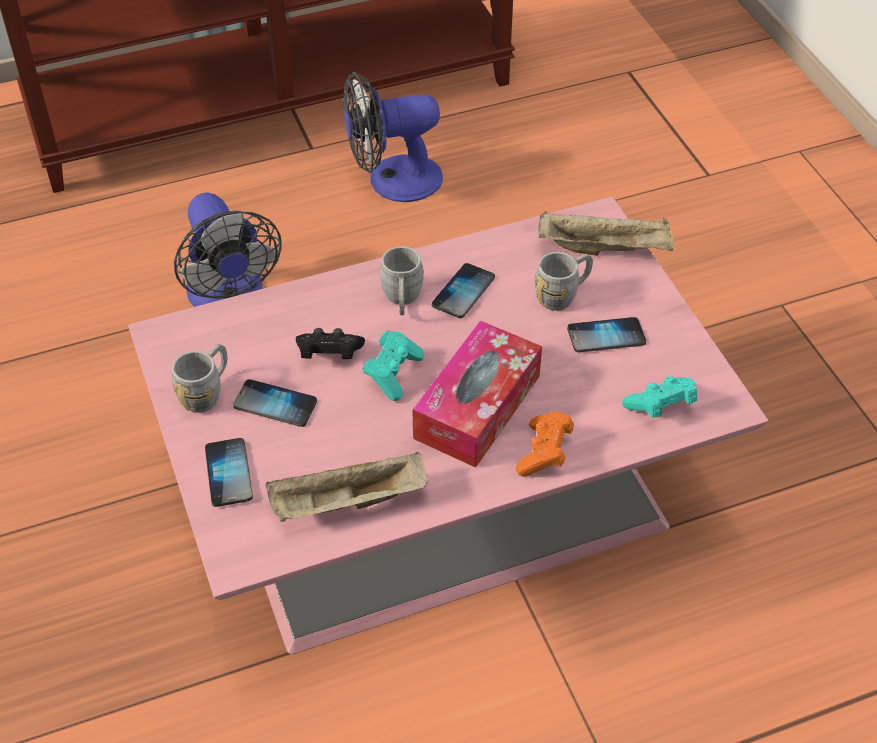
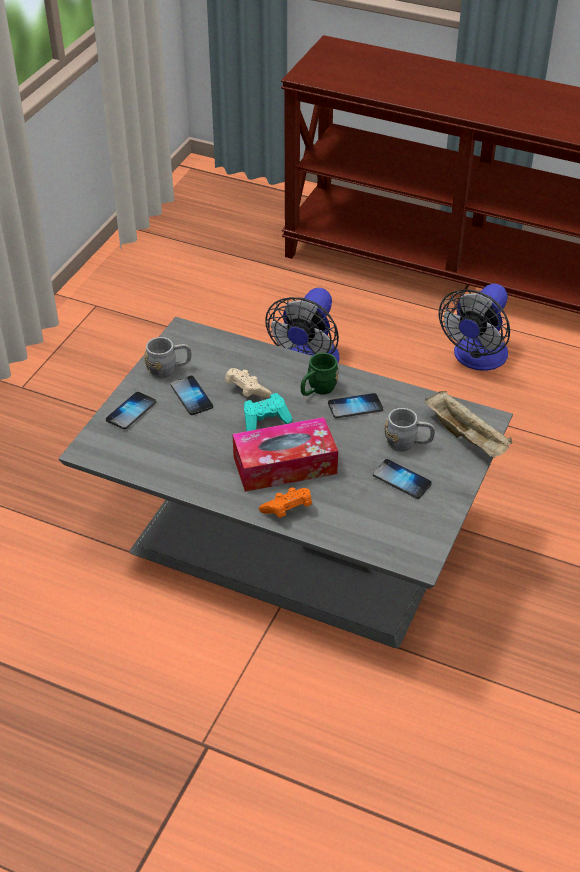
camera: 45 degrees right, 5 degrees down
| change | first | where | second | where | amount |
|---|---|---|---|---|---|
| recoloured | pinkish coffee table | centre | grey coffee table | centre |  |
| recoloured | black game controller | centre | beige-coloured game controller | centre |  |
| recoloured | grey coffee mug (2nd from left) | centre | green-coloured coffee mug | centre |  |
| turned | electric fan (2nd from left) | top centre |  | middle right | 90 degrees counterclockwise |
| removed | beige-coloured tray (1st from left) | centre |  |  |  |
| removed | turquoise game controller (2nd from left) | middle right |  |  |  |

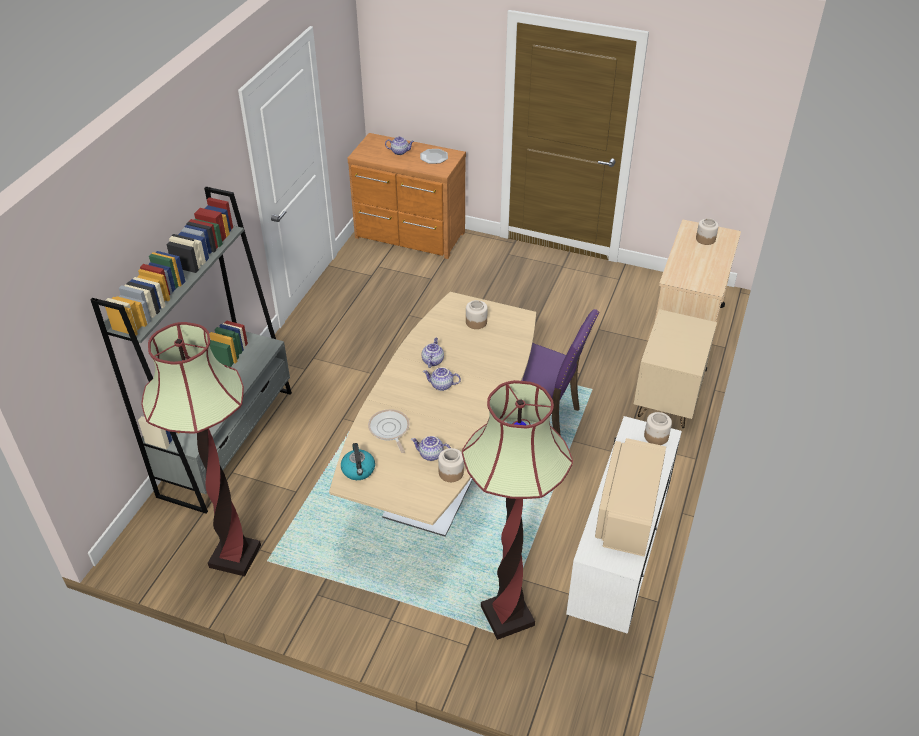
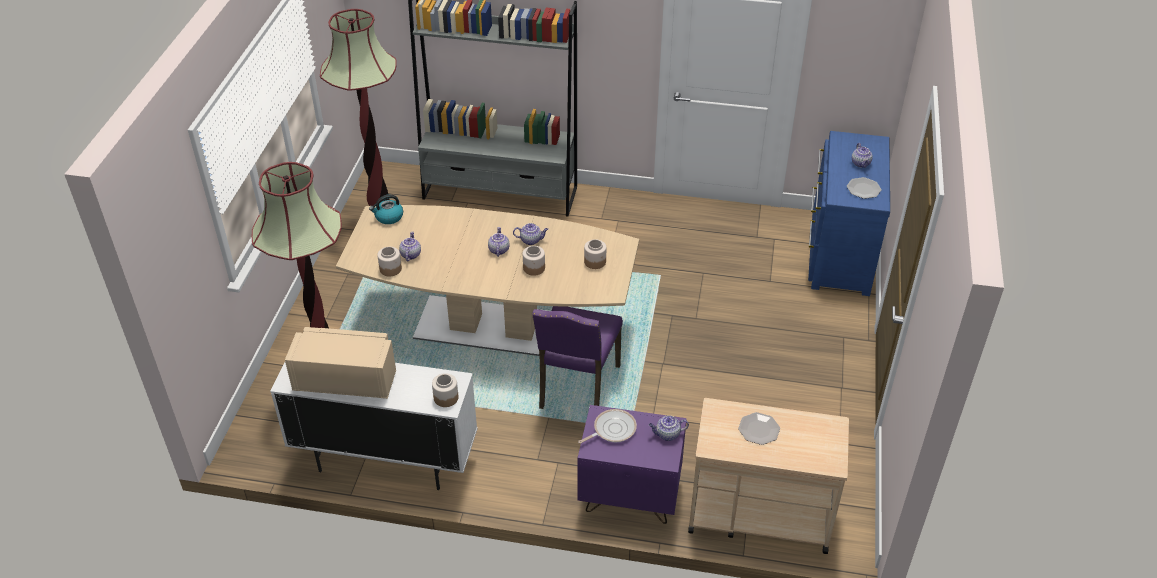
camera: 80 degrees right, 0 degrees up
| change | first | where | second | where | amount |
|---|---|---|---|---|---|
| moved | preserve jar (4th from left in the first image) | top right | preserve jar (3rd from left) | centre |  |
| recoloured | beige-coloured night table | middle right | purple-coloured night table | bottom centre |  |
| moved | pan | centre |  | bottom centre |  |
| added |  |  | tea pot (4th from left) | bottom centre |  |
| added |  |  | flat dish (1st from left) | bottom centre |  |
| recoloured | brown-coloured drawer chest | top centre | bluish drawer chest | middle right |  |

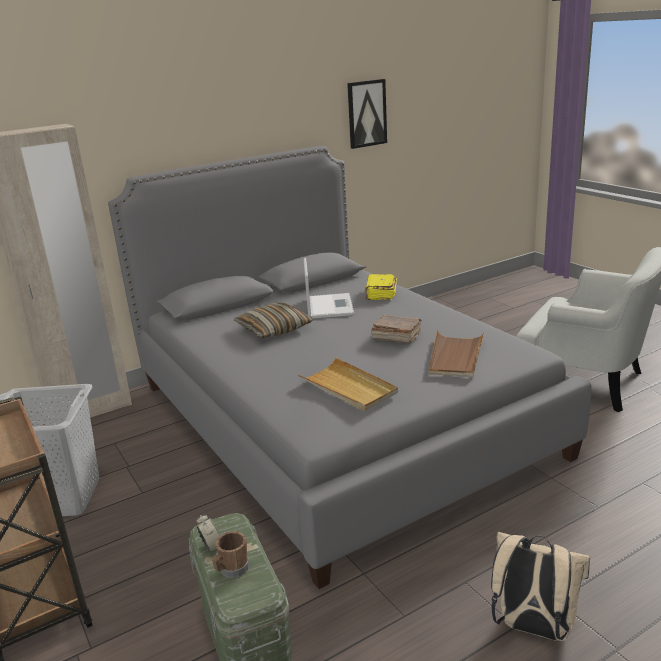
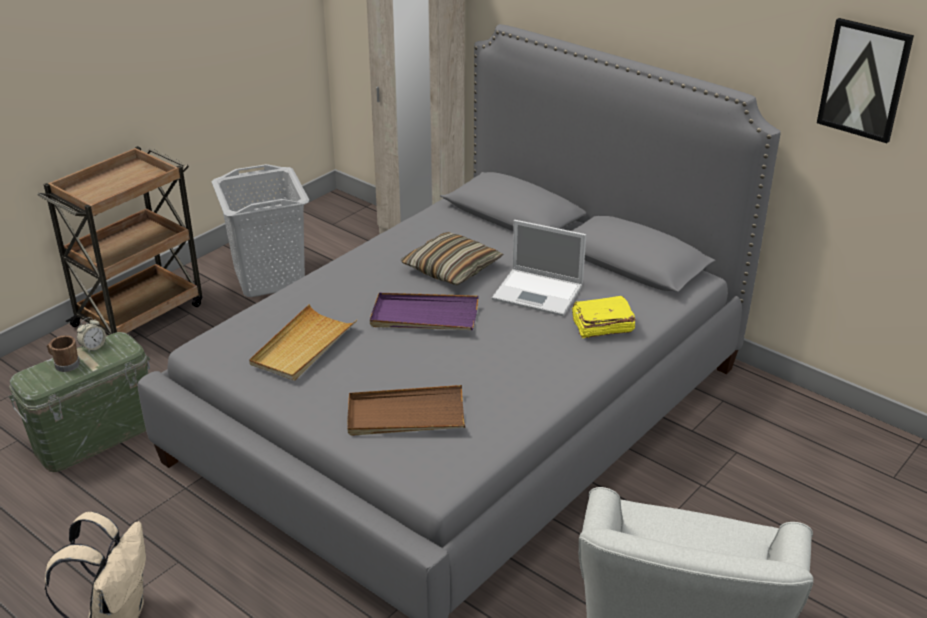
camera: 70 degrees right, 10 degrees up
| change | first | where | second | where | amount |
|---|---|---|---|---|---|
| added |  |  | purple-coloured tray | centre |  |
| turned | laptop | centre |  | centre | 45 degrees clockwise |
| removed | brown-coloured bound book | centre |  |  |  |

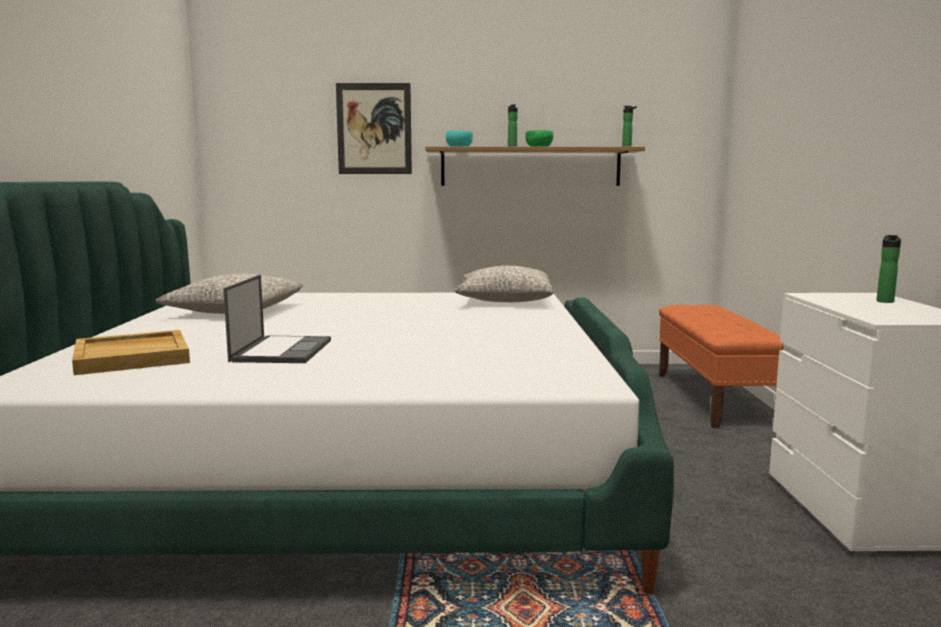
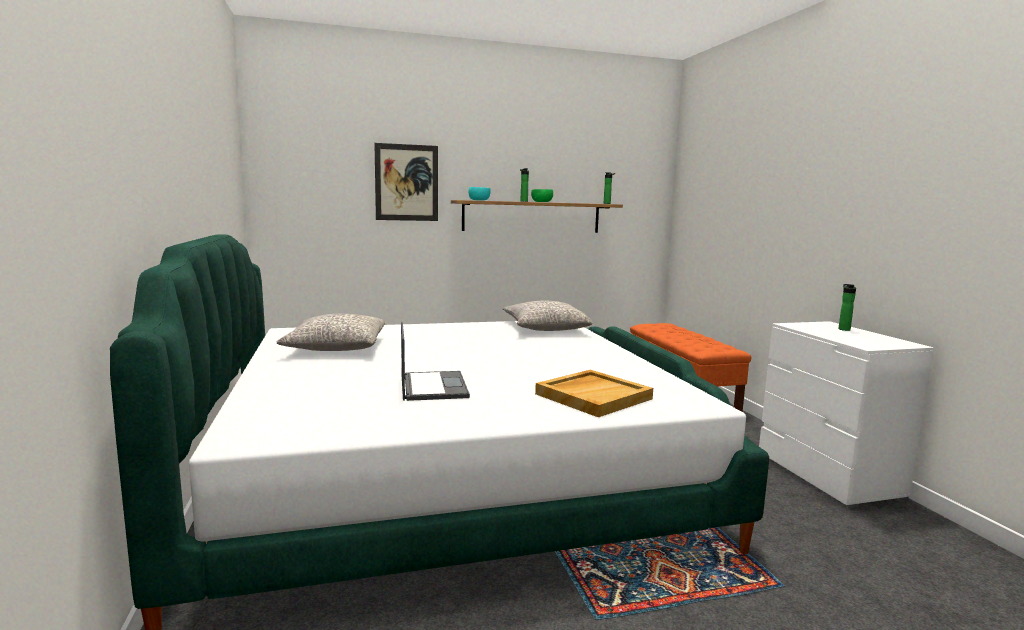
camera: 15 degrees left, 0 degrees up
| change | first | where | second | where | amount |
|---|---|---|---|---|---|
| moved | beige-coloured tray | middle left |  | centre |  |

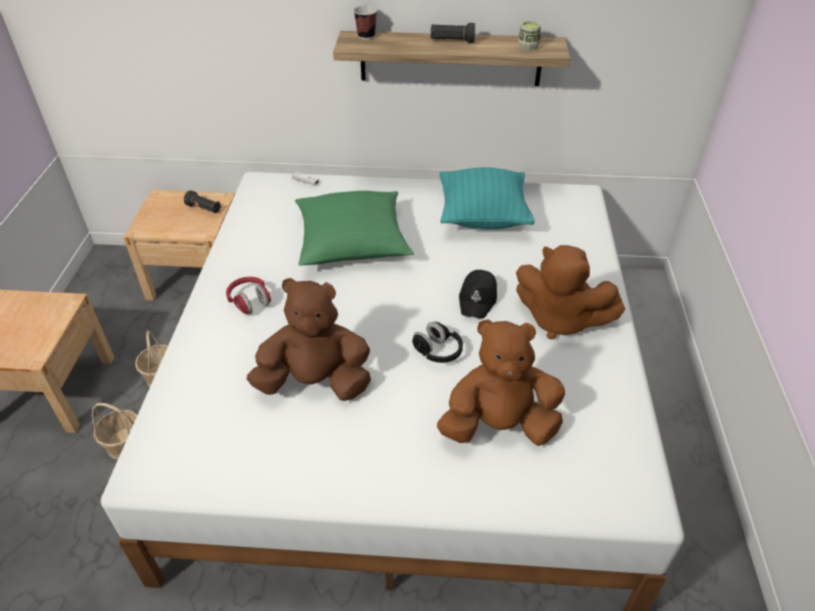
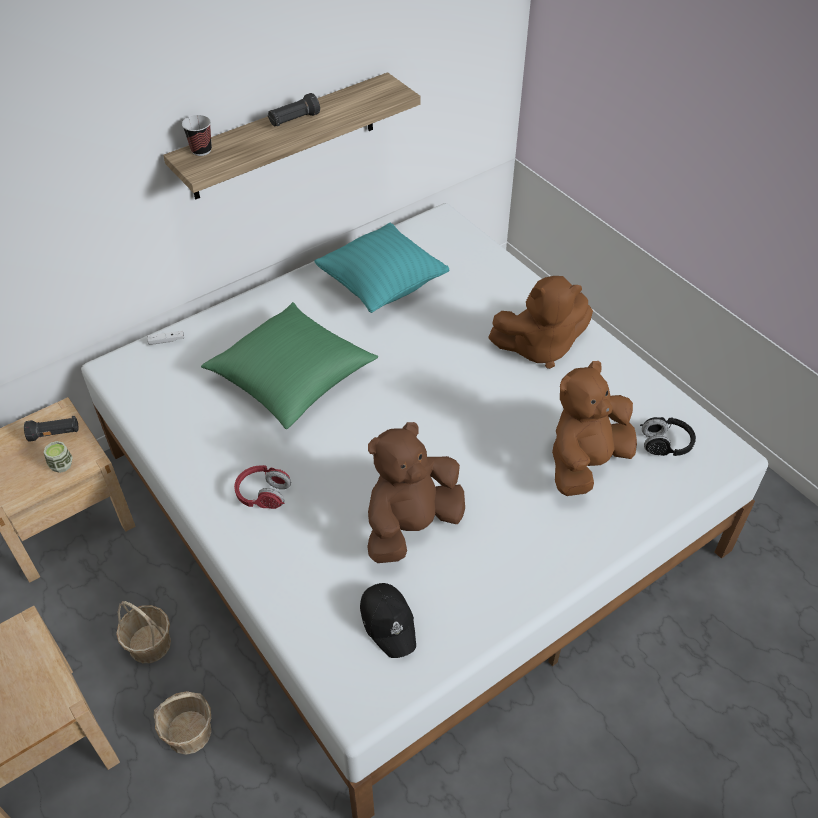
camera: 40 degrees left, 5 degrees up
| change | first | where | second | where | amount |
|---|---|---|---|---|---|
| moved | small cup (2nd from left in the first image) | top centre | small cup (1st from left) | middle left |  |
| moved | black peaked cap | centre |  | bottom centre |  |
| moved | black headset | centre |  | middle right |  |

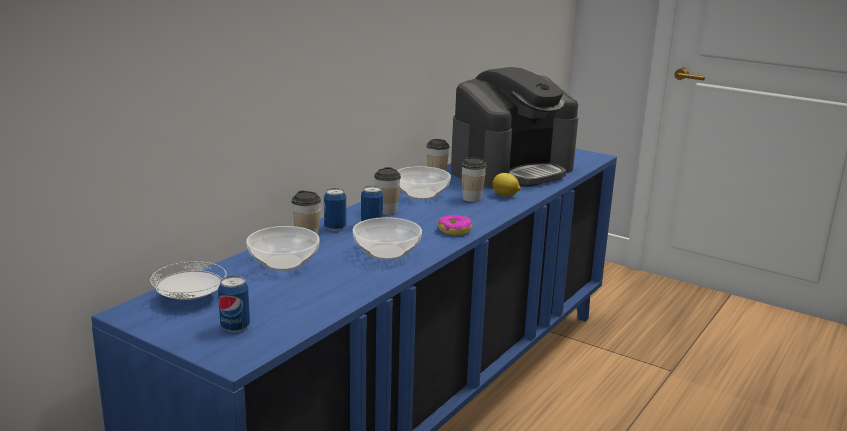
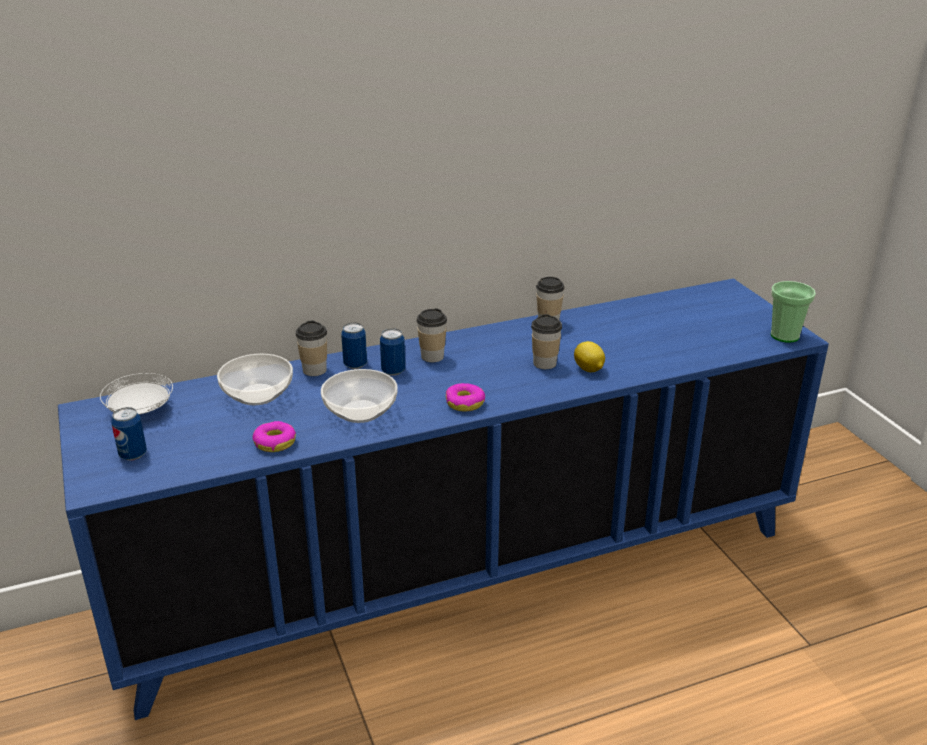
camera: 35 degrees right, 10 degrees up
| change | first | where | second | where | amount |
|---|---|---|---|---|---|
| added |  |  | ring doughnut (1st from left) | middle left |  |
| added |  |  | small cup (5th from left) | middle right |  |
| removed | bowl (3rd from left) | centre |  |  |  |
| removed | coffee brewer | top centre |  |  |  |

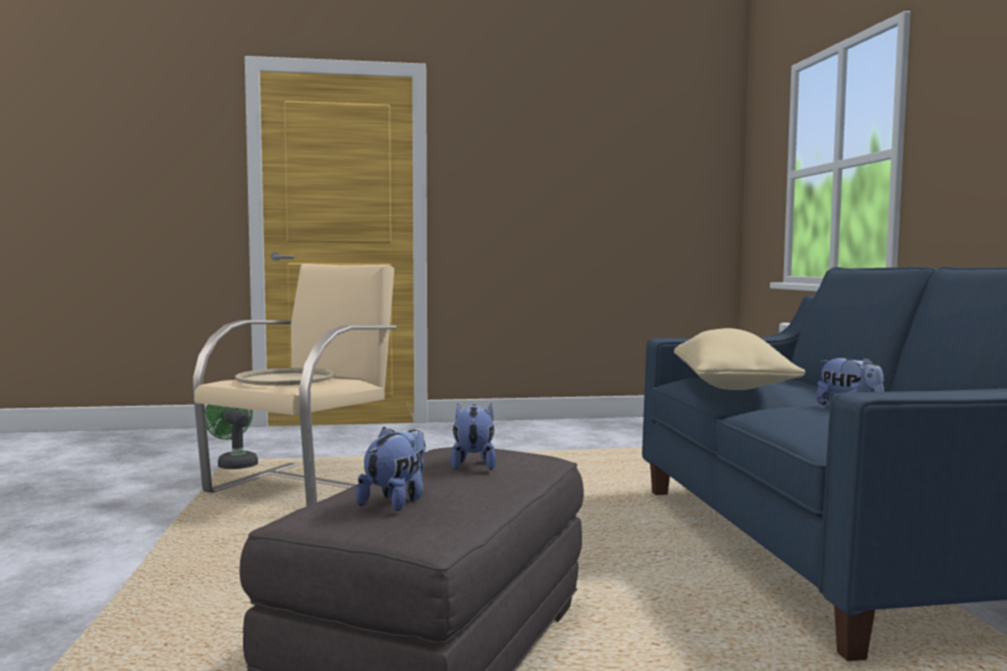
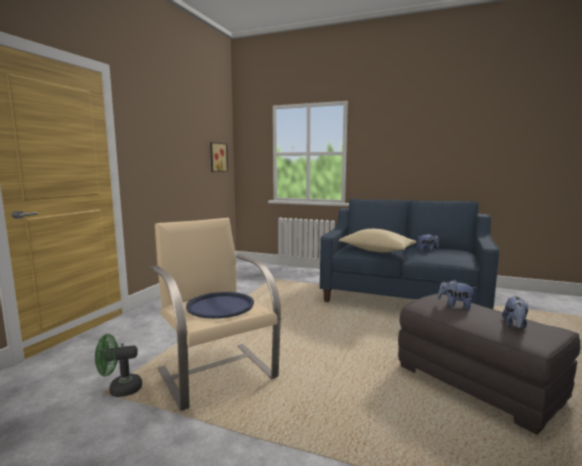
camera: 60 degrees left, 5 degrees up
| change | first | where | second | where | amount |
|---|---|---|---|---|---|
| recoloured | beige-coloured tray | middle left | bluish tray | centre |  |
| added |  |  | wall art | centre |  |
| turned | cuddly toy (1st from left in the first image) | bottom centre | cuddly toy (3rd from left) | bottom right | 120 degrees counterclockwise |

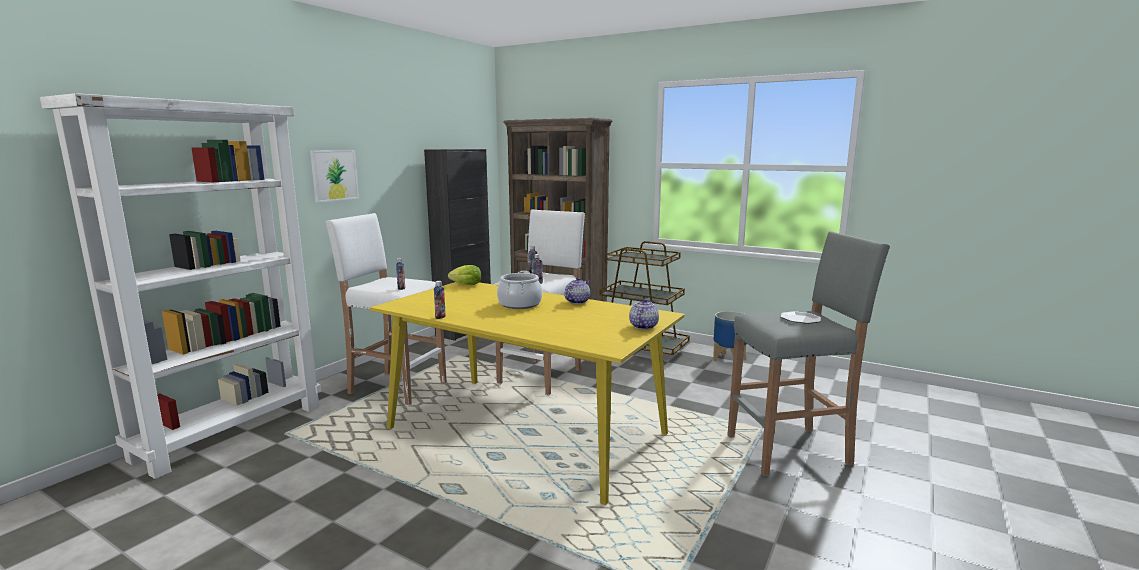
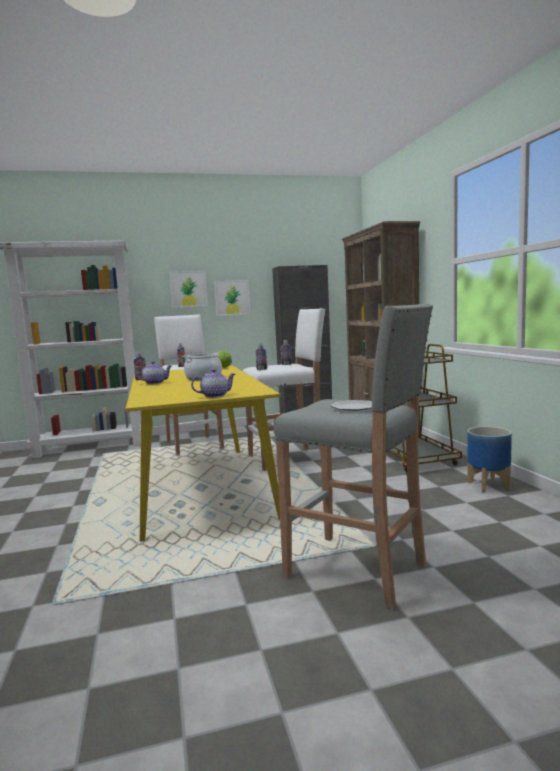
camera: 45 degrees right, 5 degrees down
| change | first | where | second | where | amount |
|---|---|---|---|---|---|
| moved | tea pot (1st from left) | centre |  | middle left |  |
| added |  |  | wall art (2nd from left) | centre |  |

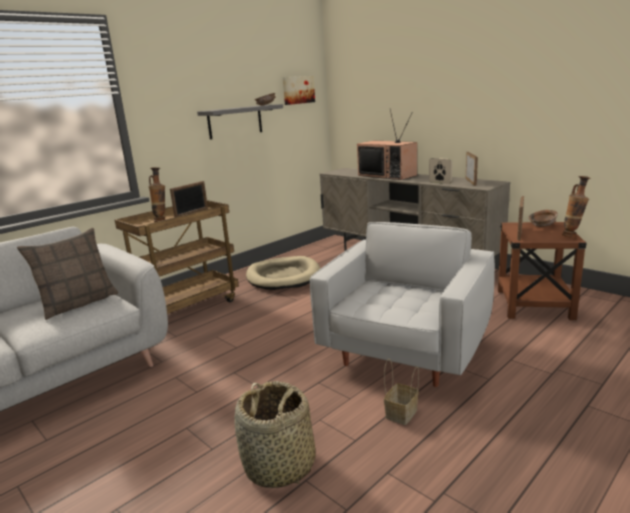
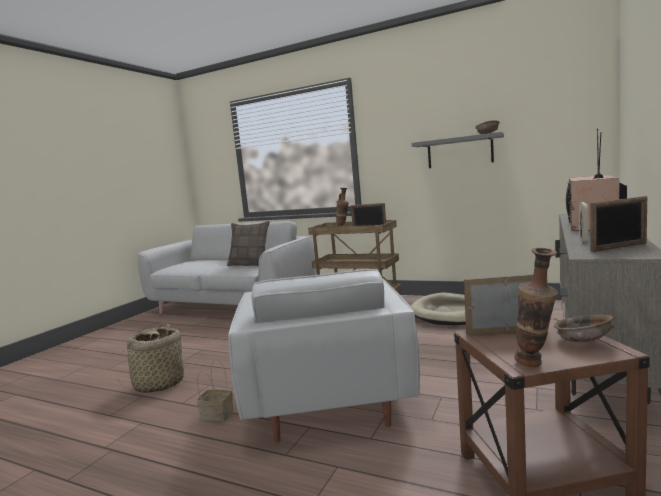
camera: 70 degrees right, 10 degrees down
| change | first | where | second | where | amount |
|---|---|---|---|---|---|
| turned | whitish easy chair | centre |  | bottom centre | 75 degrees clockwise |
| removed | wall art | top centre |  |  |  |

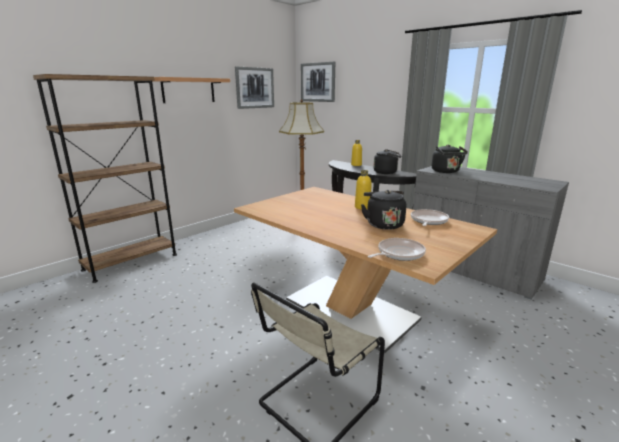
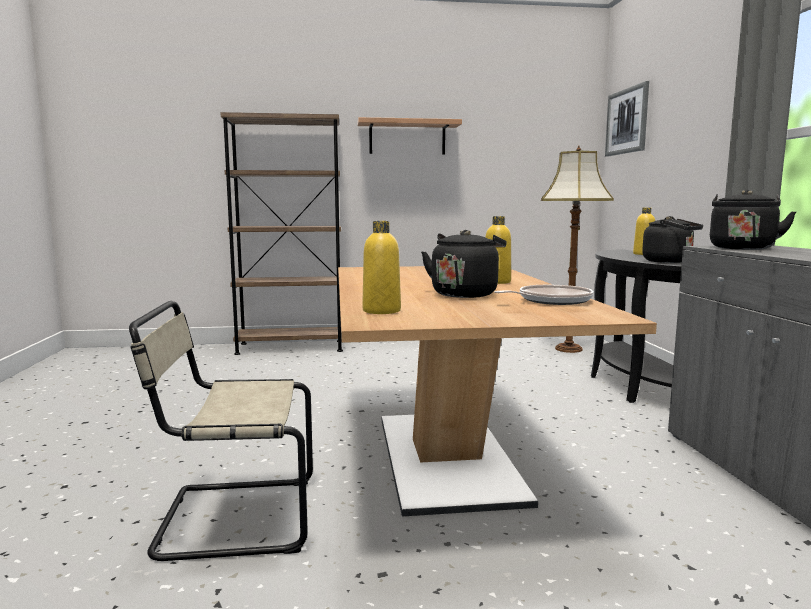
camera: 40 degrees right, 10 degrees down
| change | first | where | second | where | amount |
|---|---|---|---|---|---|
| replaced | pan (1st from left) | centre | yellow-coloured bottle (1st from left) | centre |  |
| removed | wall art (1st from left) | top centre |  |  |  |

